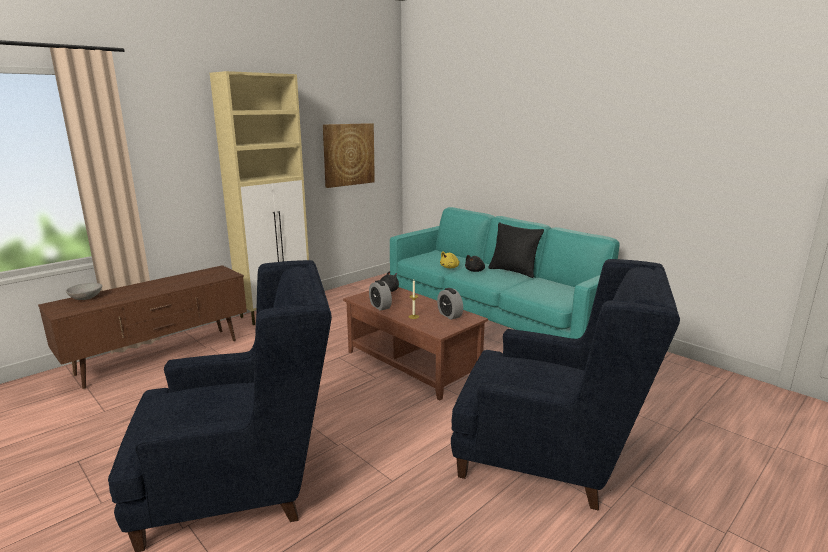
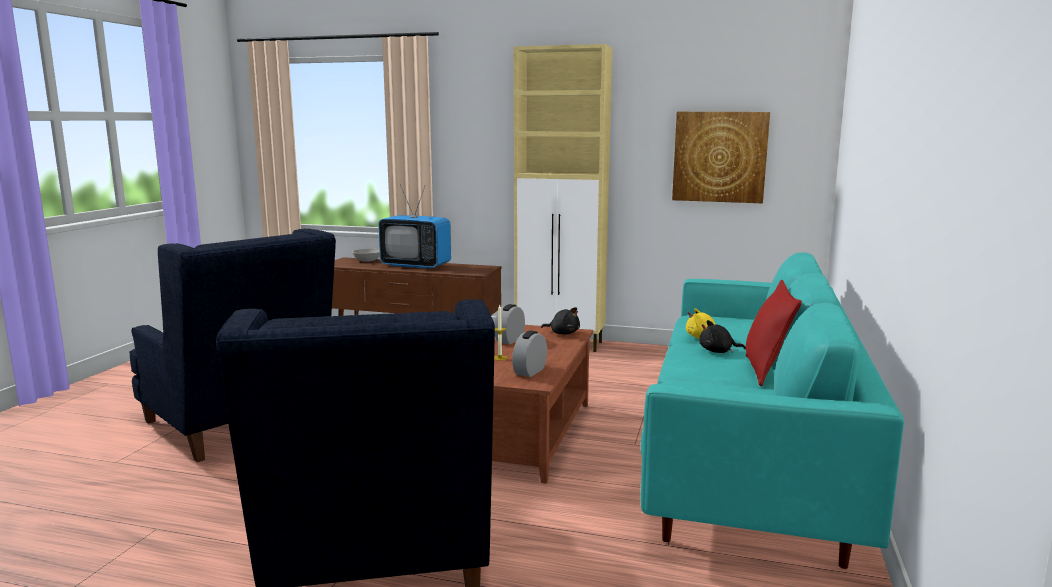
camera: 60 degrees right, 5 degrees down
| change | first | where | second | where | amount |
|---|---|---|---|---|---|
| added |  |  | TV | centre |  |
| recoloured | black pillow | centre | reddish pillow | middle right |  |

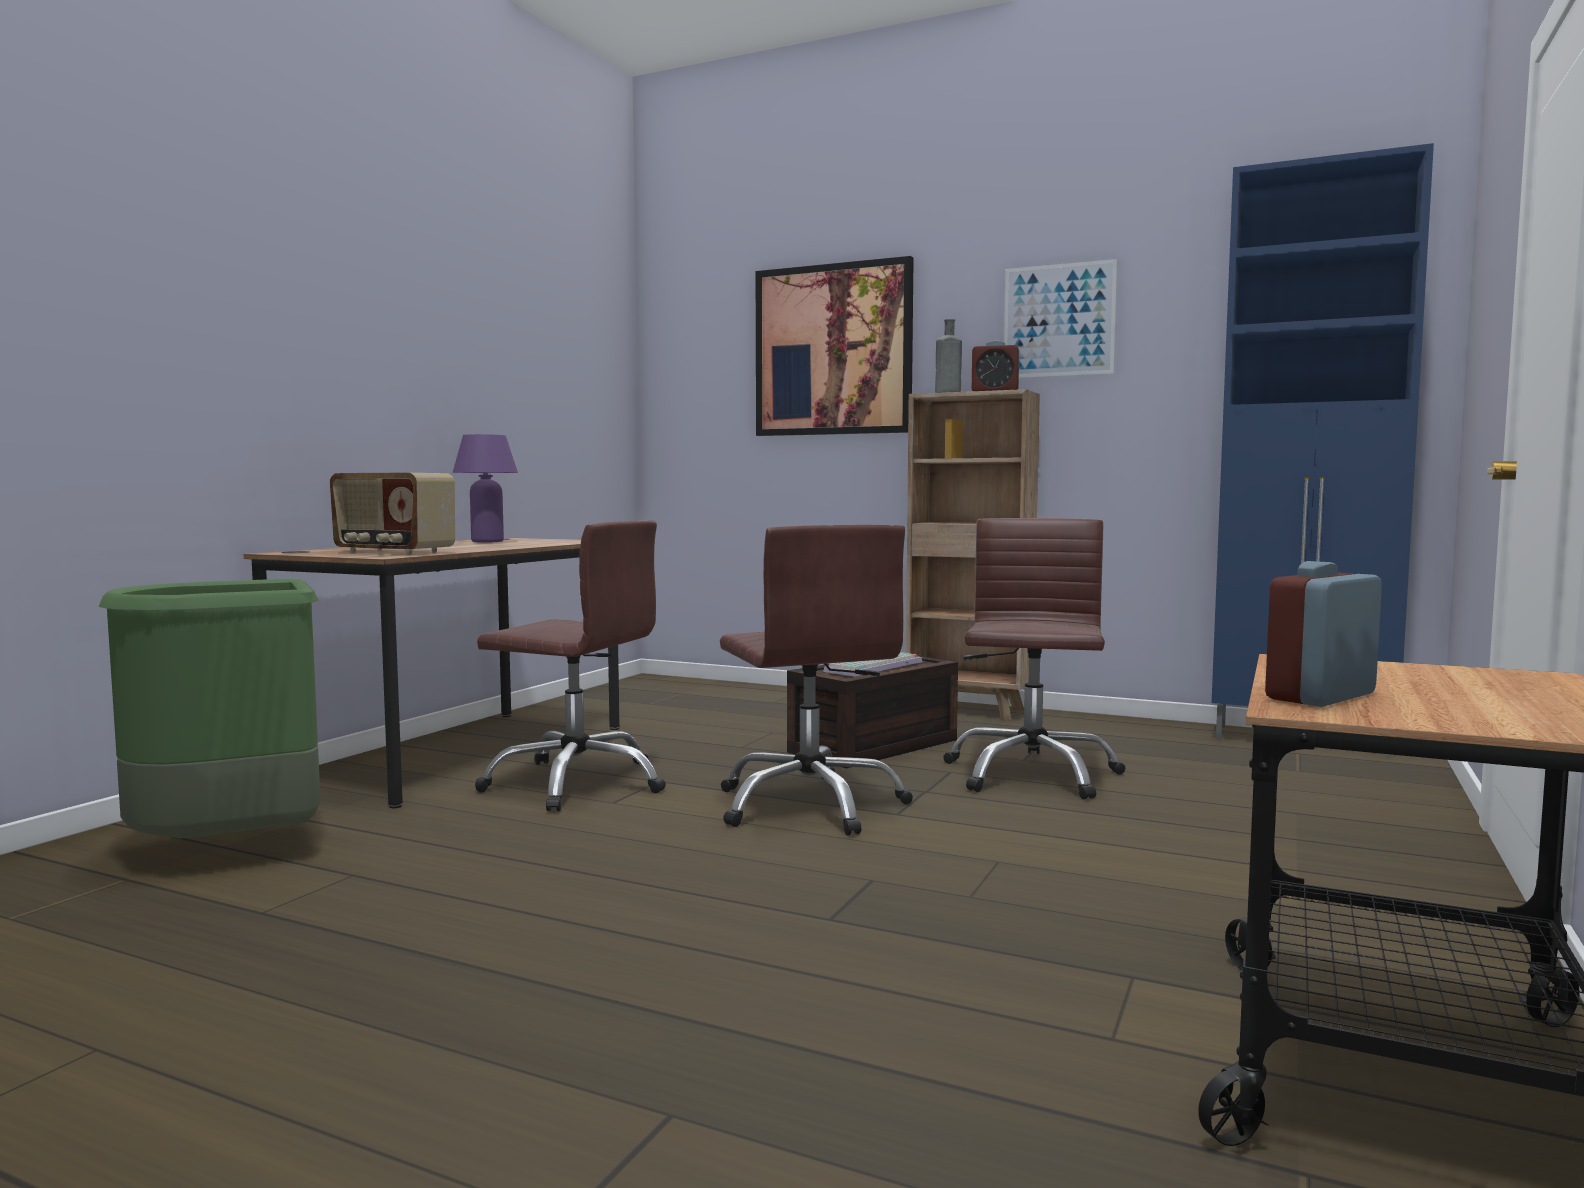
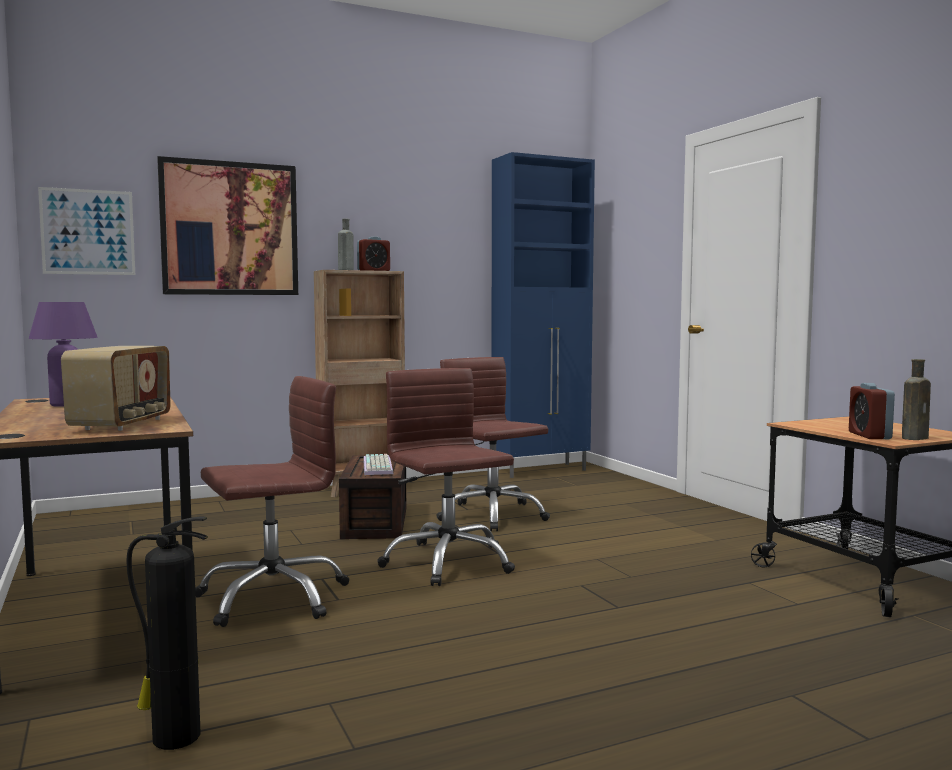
camera: 50 degrees left, 0 degrees up
| change | first | where | second | where | amount |
|---|---|---|---|---|---|
| moved | wall art (2nd from left in the first image) | top right | wall art (1st from left) | top left |  |
| turned | radio | middle left |  | middle left | 60 degrees counterclockwise |
| replaced | green-coloured rubbish bin | middle left | extinguisher | bottom left |  |
| turned | brown-coloured office chair (2nd from left) | centre |  | centre | 135 degrees counterclockwise |
| added |  |  | brown-coloured bottle | middle right |  |

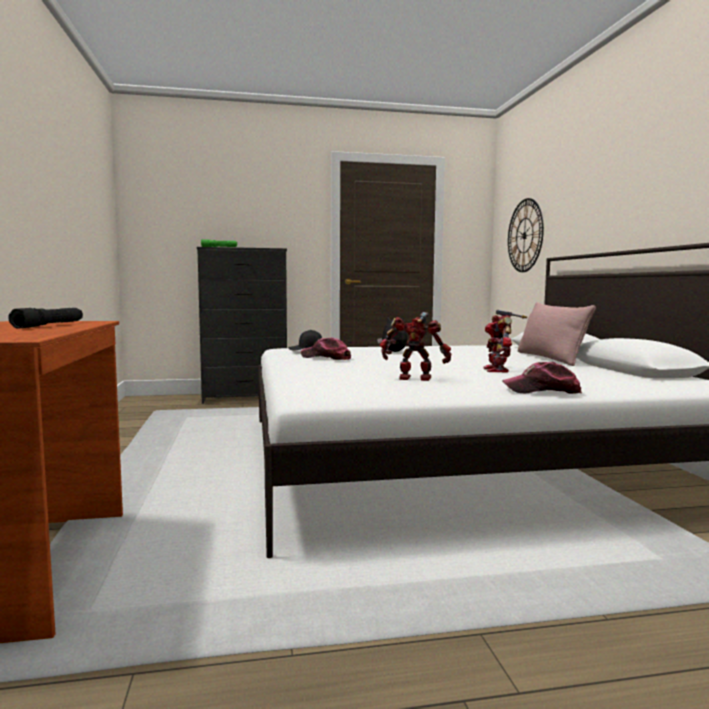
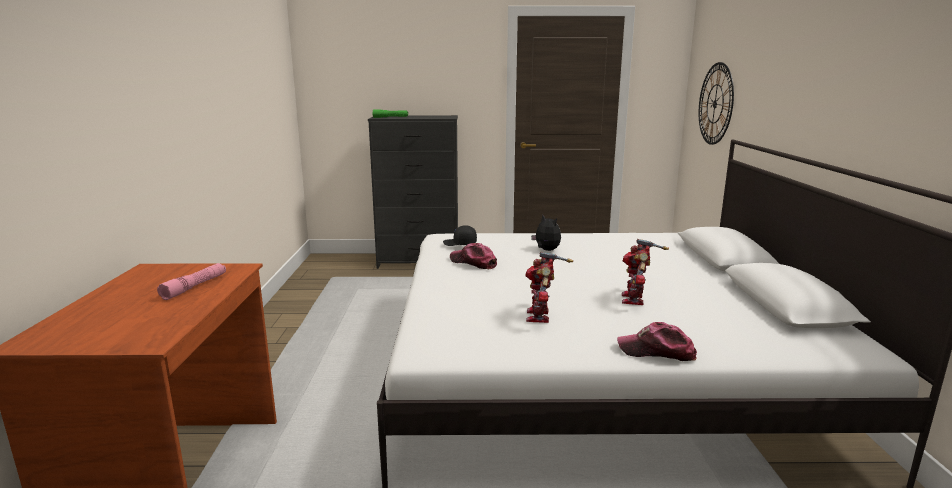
camera: 10 degrees right, 10 degrees up
| change | first | where | second | where | amount |
|---|---|---|---|---|---|
| recoloured | black torch | middle left | pinkish torch | middle left |  |
| turned | toy robot (1st from left) | centre |  | centre | 105 degrees counterclockwise |
| removed | pinkish pillow | middle right |  |  |  |

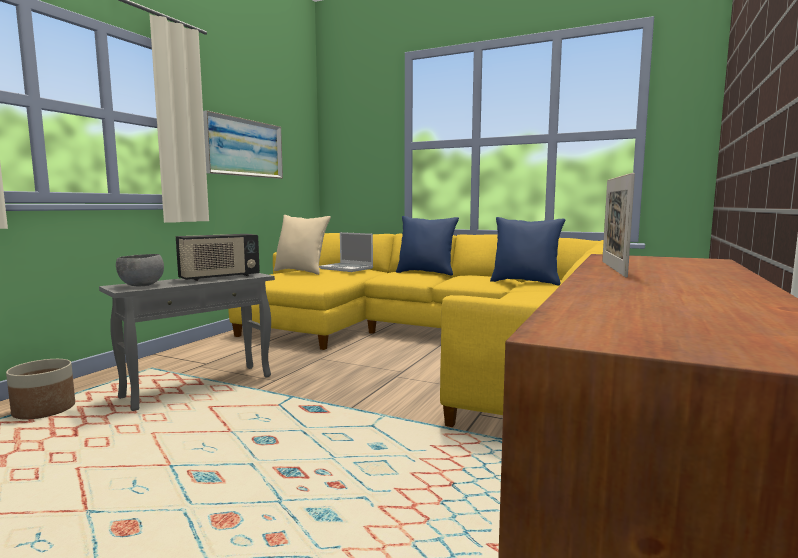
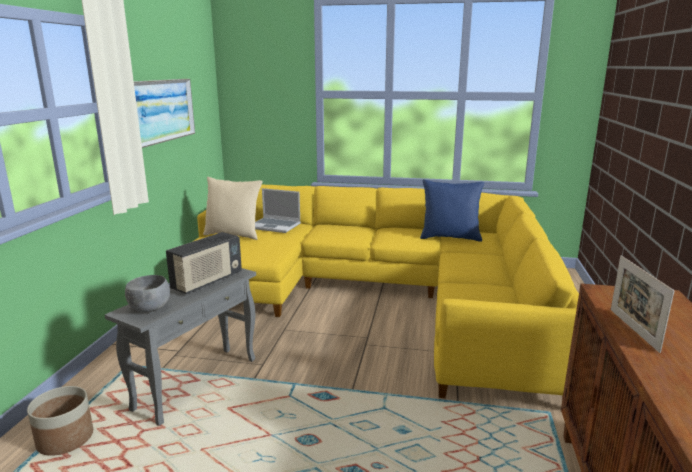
camera: 15 degrees left, 10 degrees up
| change | first | where | second | where | amount |
|---|---|---|---|---|---|
| removed | bluish pillow (1st from left) | centre |  |  |  |

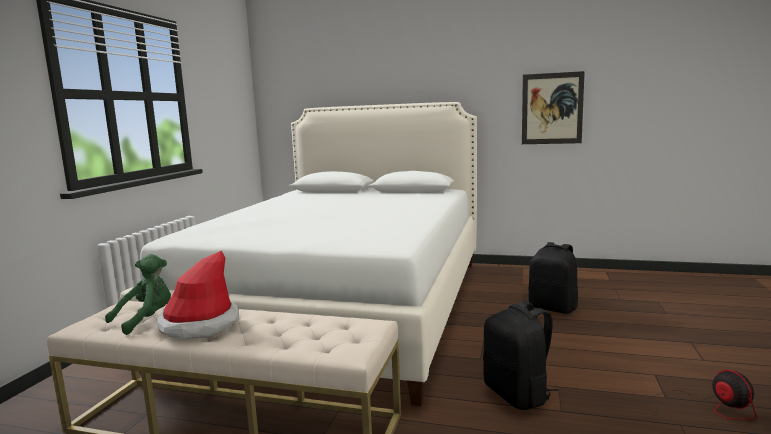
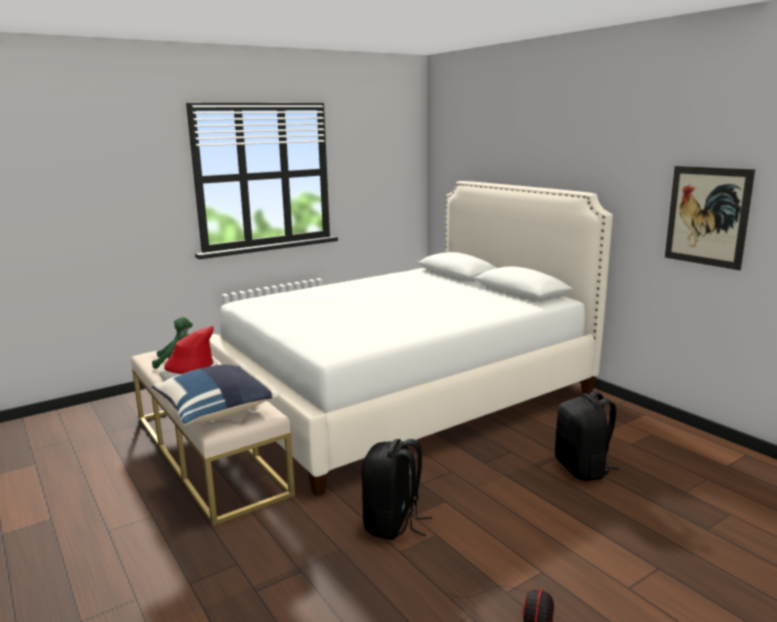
camera: 40 degrees right, 5 degrees up
| change | first | where | second | where | amount |
|---|---|---|---|---|---|
| added |  |  | bluish pillow | middle left |  |

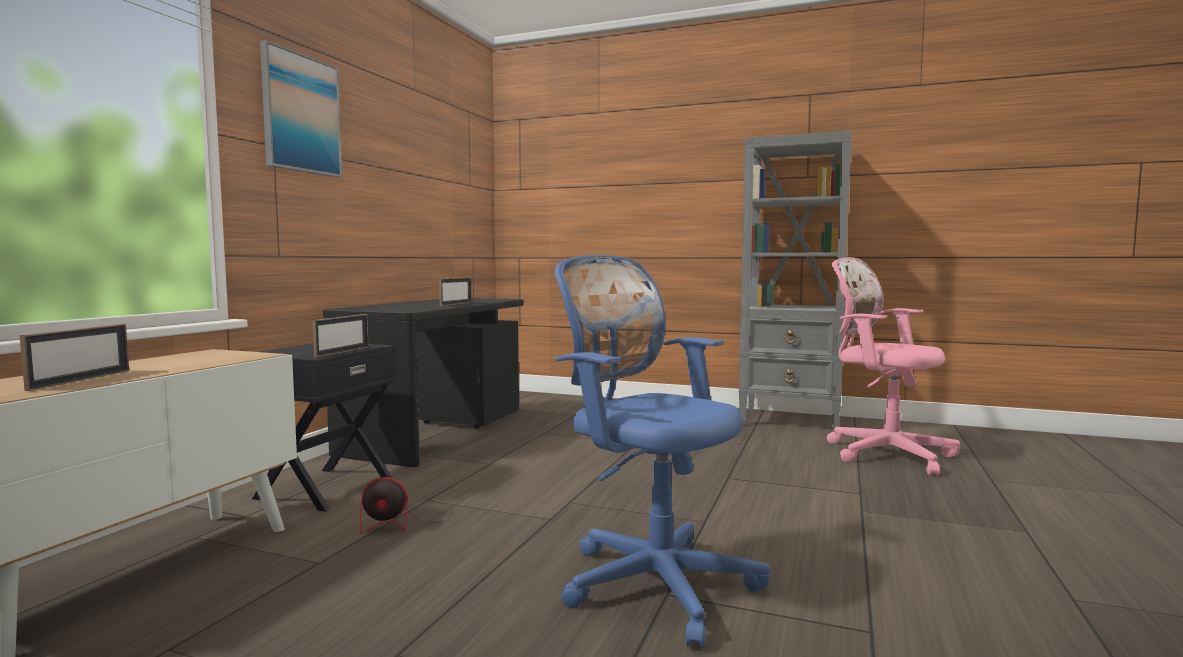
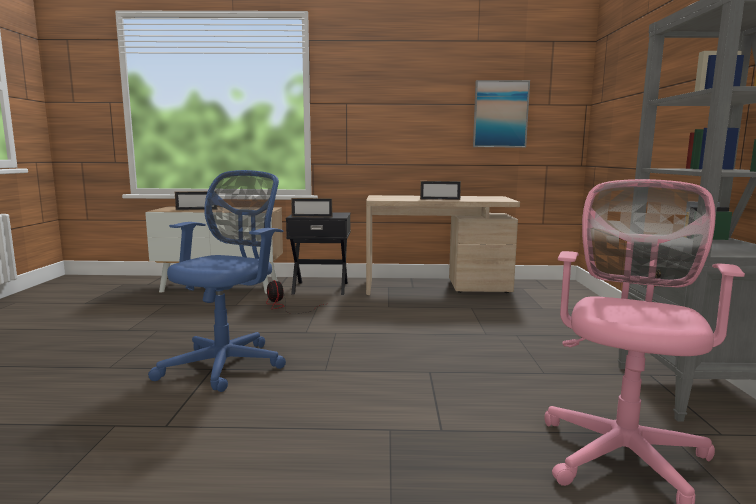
camera: 70 degrees right, 5 degrees up
| change | first | where | second | where | amount |
|---|---|---|---|---|---|
| recoloured | black desk unit | centre | beige-coloured desk unit | centre |  |
| moved | wall art | top left |  | top centre |  |

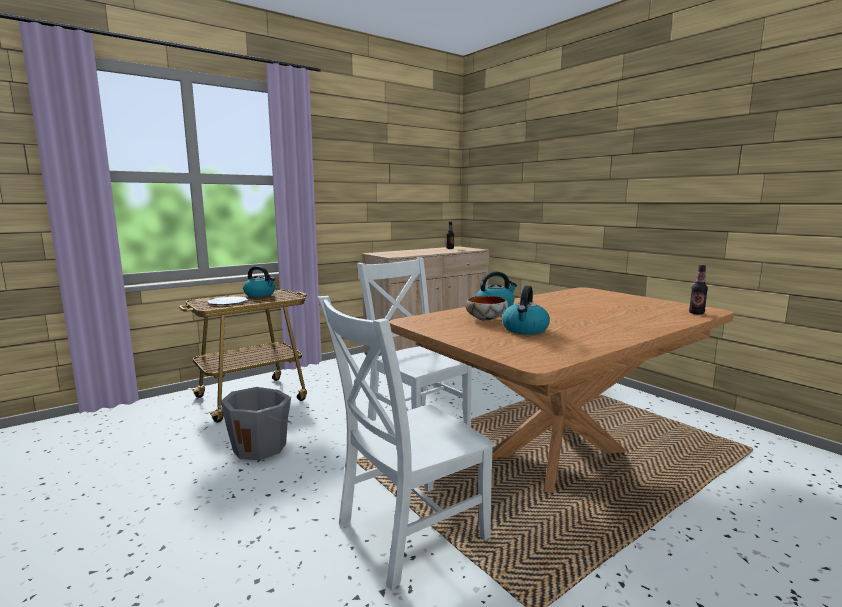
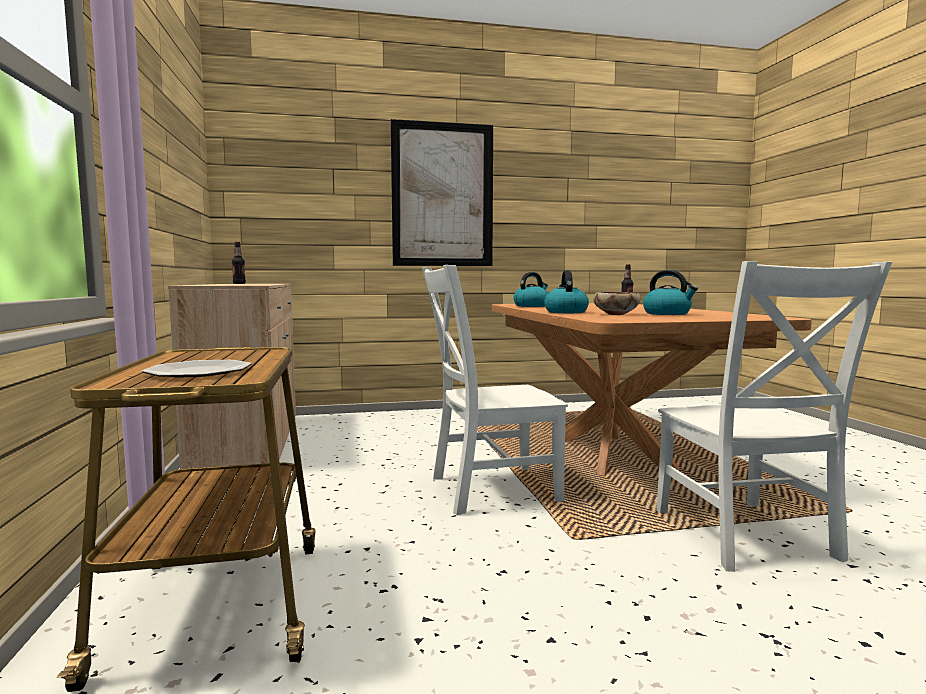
camera: 65 degrees left, 5 degrees down
| change | first | where | second | where | amount |
|---|---|---|---|---|---|
| added |  |  | wall art | top centre |  |
| moved | water kettle (1st from left) | middle left |  | centre |  |
| removed | grey water bucket | bottom left |  |  |  |

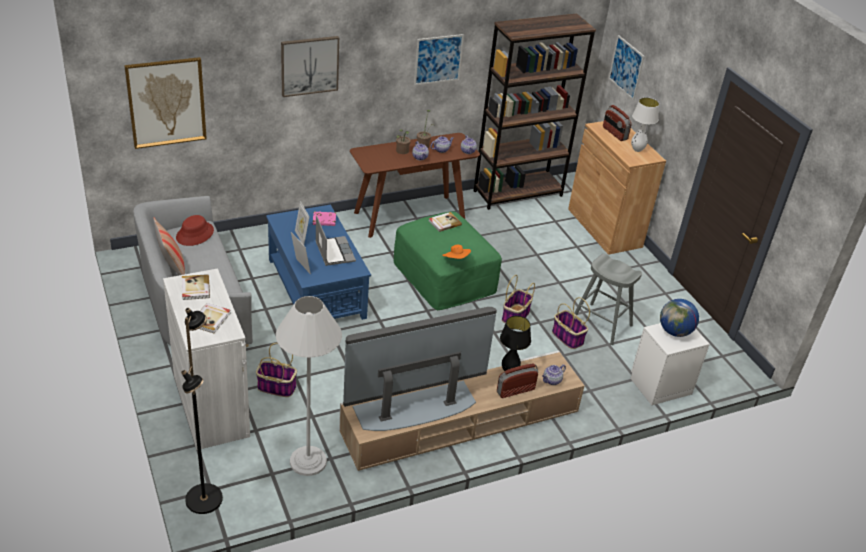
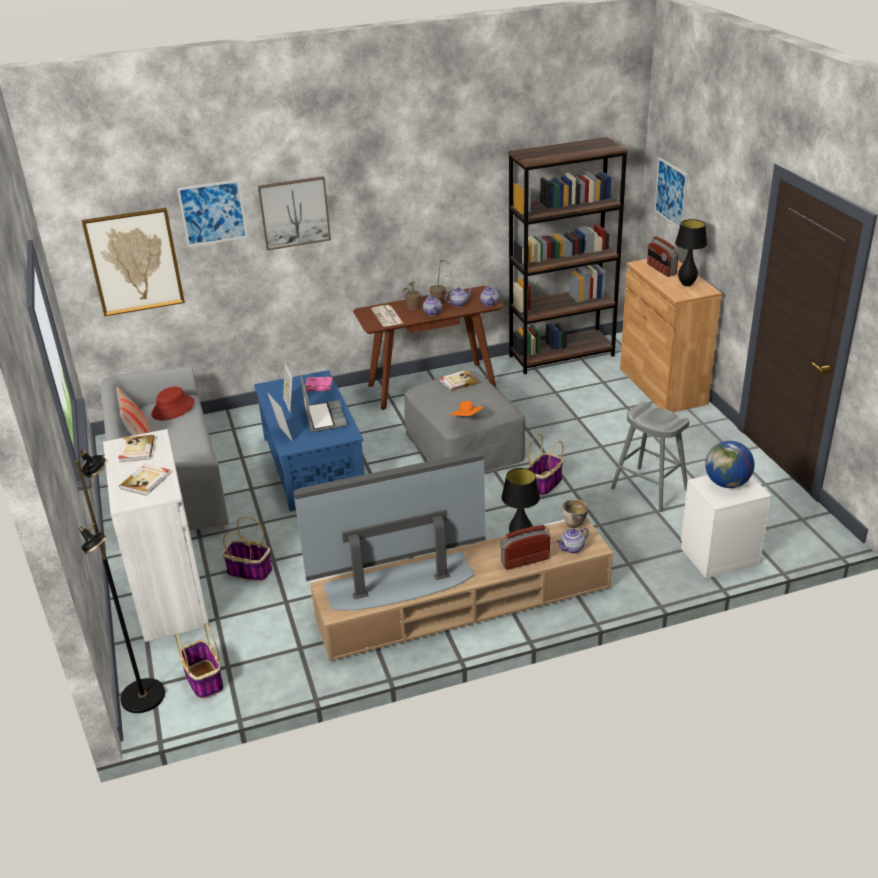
camera: 10 degrees right, 5 degrees down
| change | first | where | second | where | amount |
|---|---|---|---|---|---|
| moved | storage basket (3rd from left in the first image) | centre | storage basket (1st from left) | bottom left |  |
| moved | wall art (3rd from left in the first image) | top centre | wall art (2nd from left) | top left |  |
| added |  |  | daily paper | centre |  |
| recoloured | green-coloured footrest | centre | grey footrest | centre |  |
| added |  |  | bowl | centre |  |
| recoloured | whitish lamp for a table | top right | black lamp for a table (2nd from left) | top right |  |
| removed | whitish floor lamp | bottom centre |  |  |  |

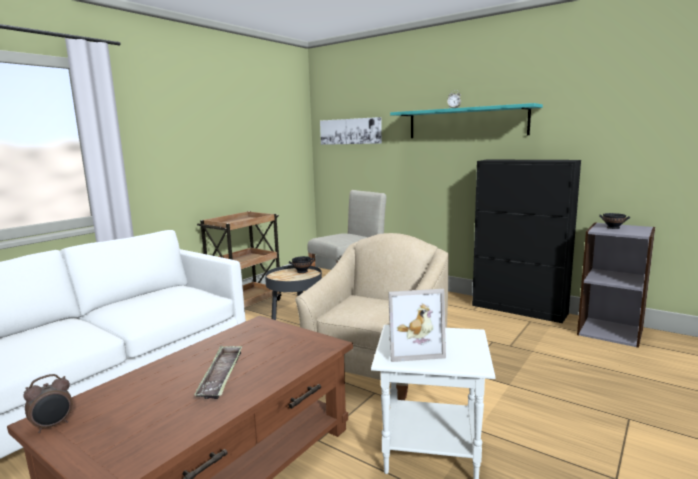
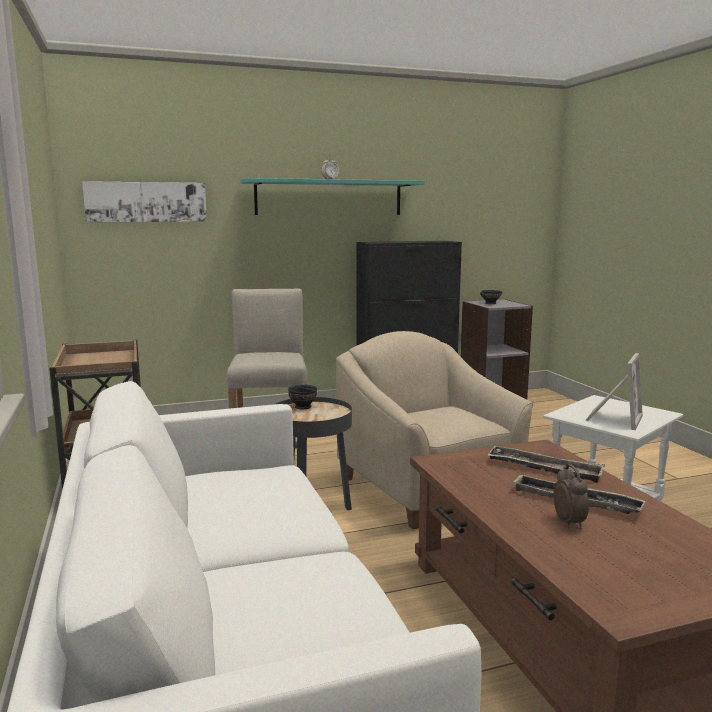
camera: 55 degrees left, 0 degrees up
| change | first | where | second | where | amount |
|---|---|---|---|---|---|
| added |  |  | tray (1st from left) | middle right |  |
| moved | bedside clock (1st from left in the first image) | bottom left | bedside clock (2nd from left) | bottom right |  |

